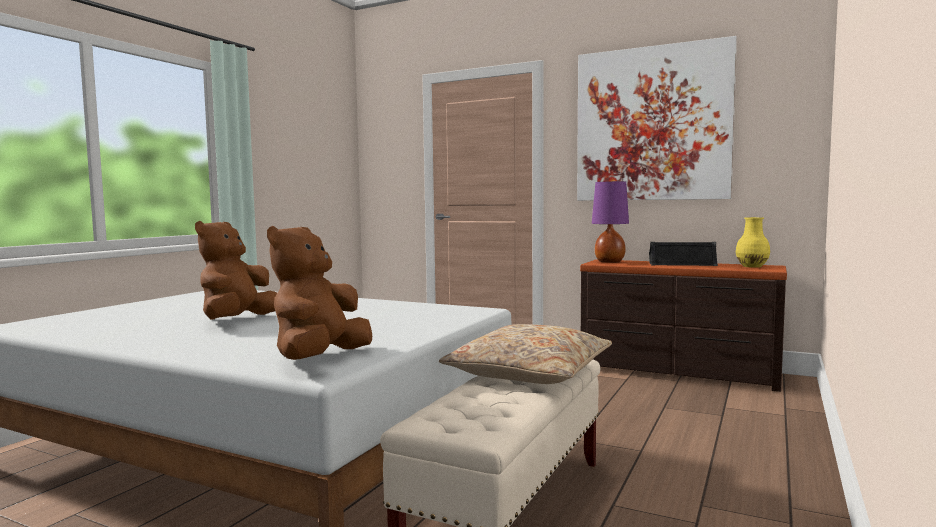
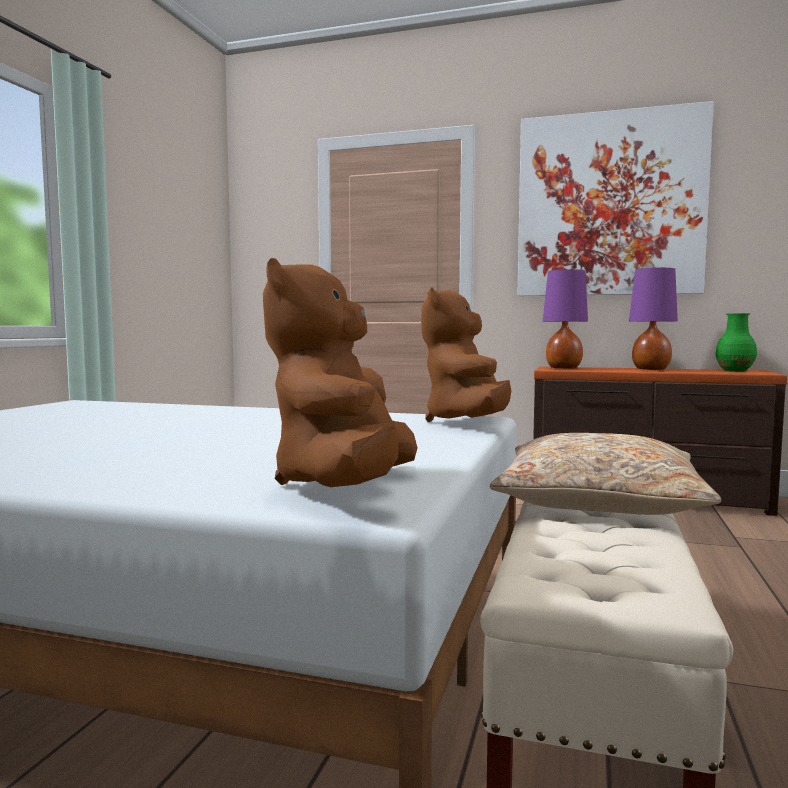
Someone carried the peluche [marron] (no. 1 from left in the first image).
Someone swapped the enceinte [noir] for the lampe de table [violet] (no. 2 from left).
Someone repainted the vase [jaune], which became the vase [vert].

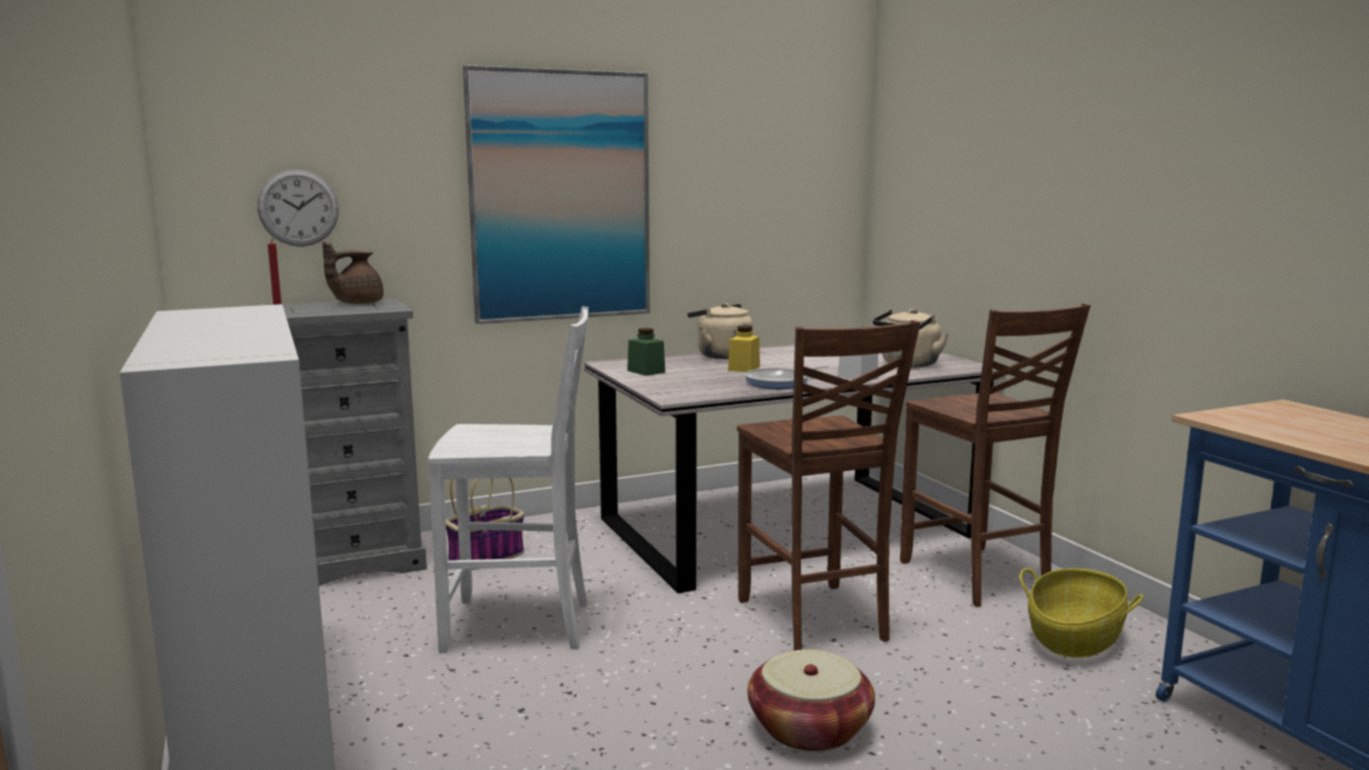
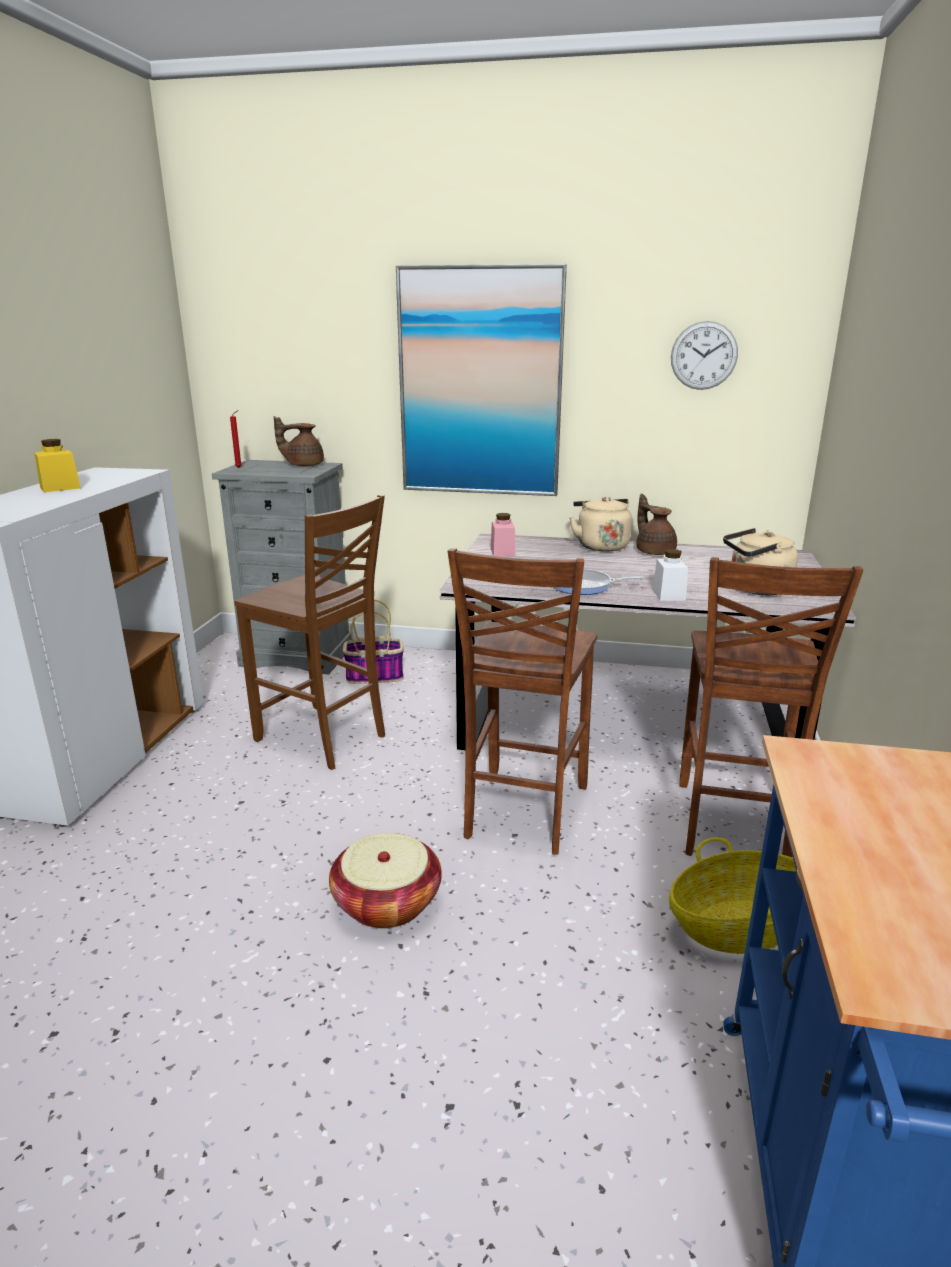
Someone carried the bocal [jaune].
Someone repainted the chaise [blanc], which became the chaise [marron] (no. 1 from left).
Someone repainted the bocal [vert], which became the bocal [rose].
Someone put down the théière [marron] (no. 2 from left).
Someone carried the horloge murale.

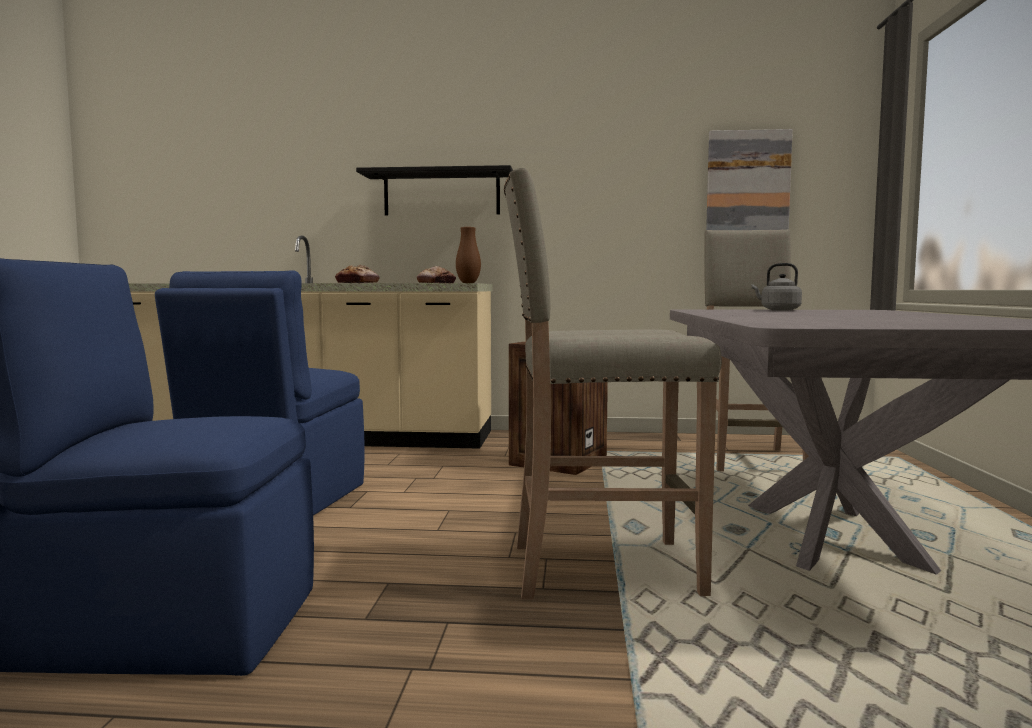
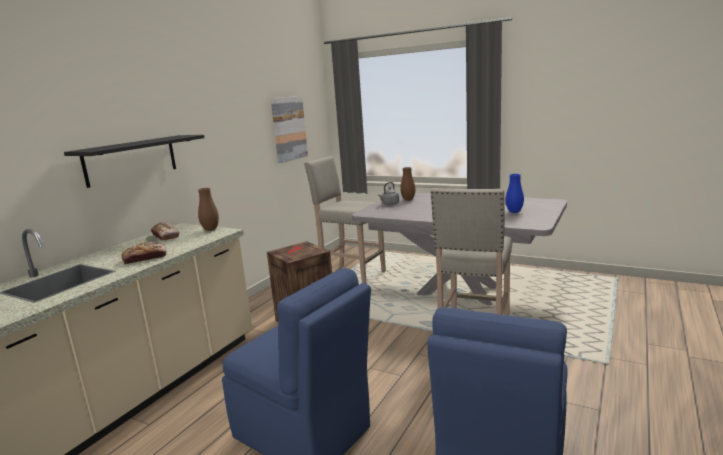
Someone put down the vase [marron] (no. 2 from left).
Someone put down the vase [bleu].

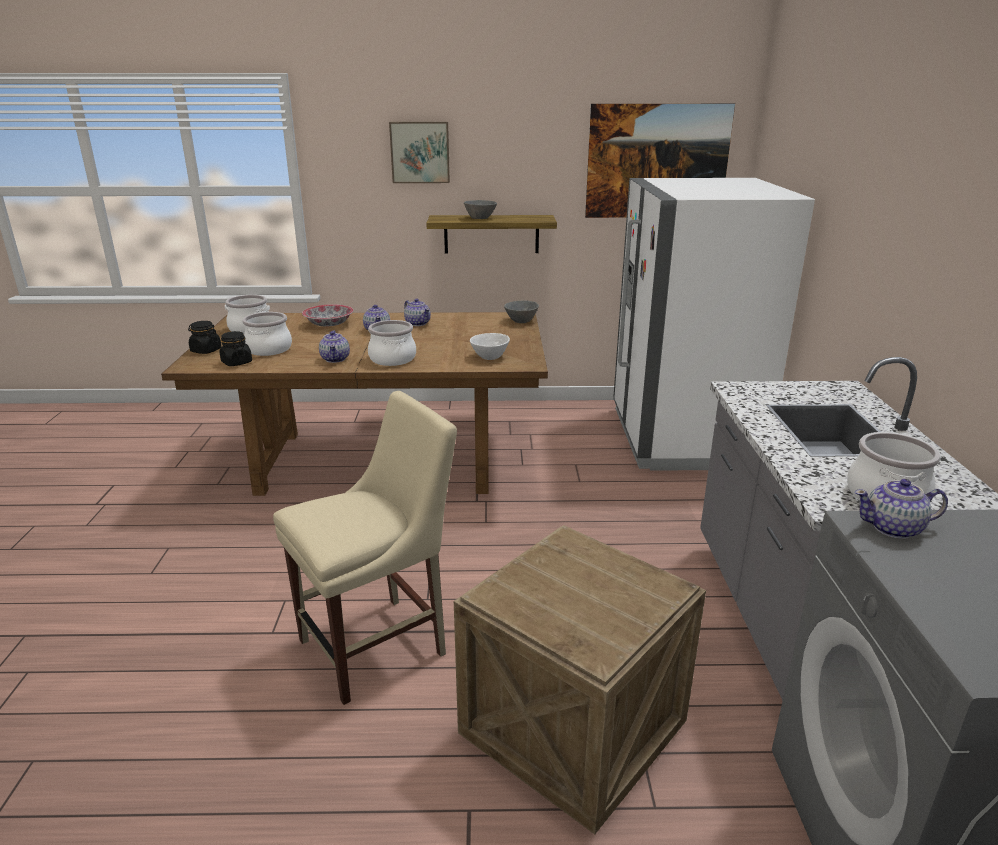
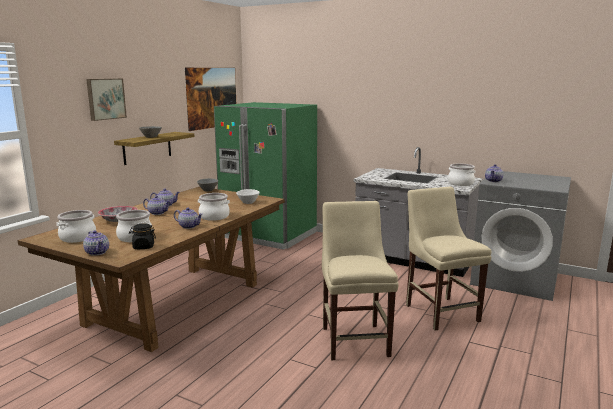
Someone swapped the bocal [noir] (no. 1 from left) for the théière (no. 1 from left).
Someone repainted the réfrigérateur [blanc], which became the réfrigérateur [vert].
Someone swapped the caisse for the chaise [beige] (no. 2 from left).

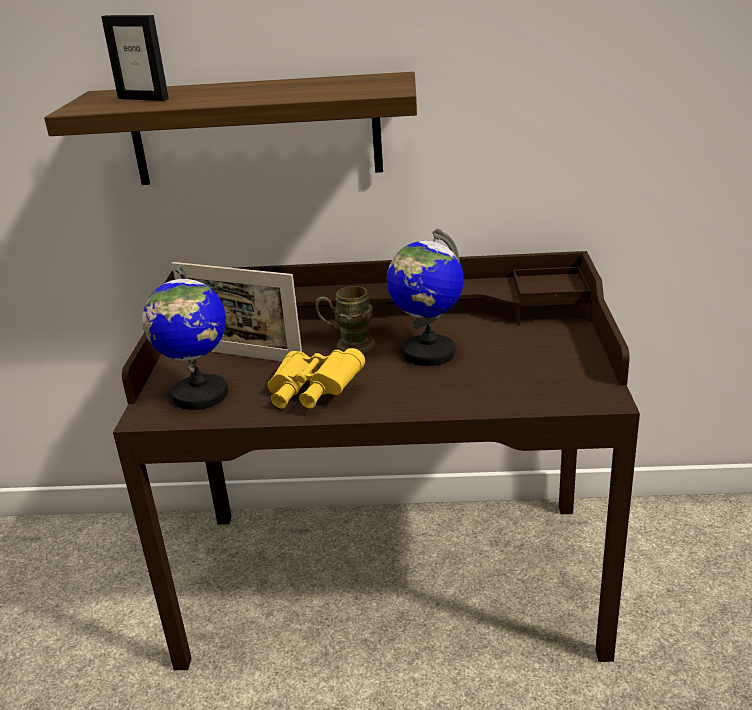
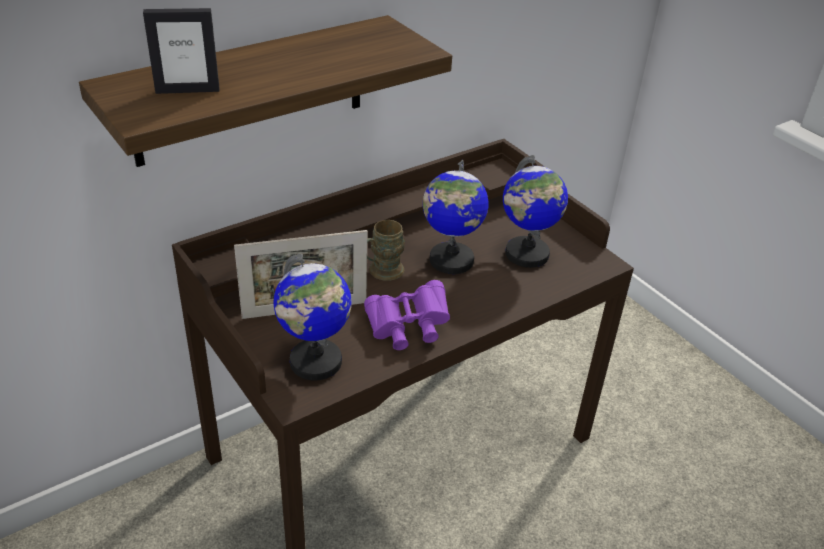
Someone repainted the jumelles [jaune], which became the jumelles [violet].
Someone put down the globe (no. 3 from left).

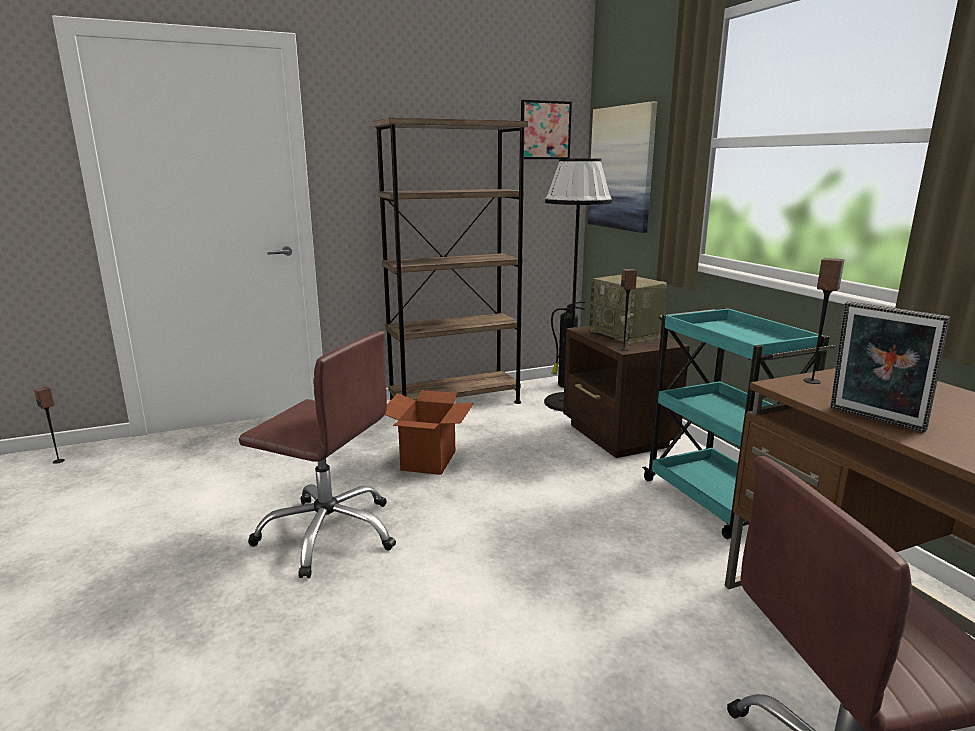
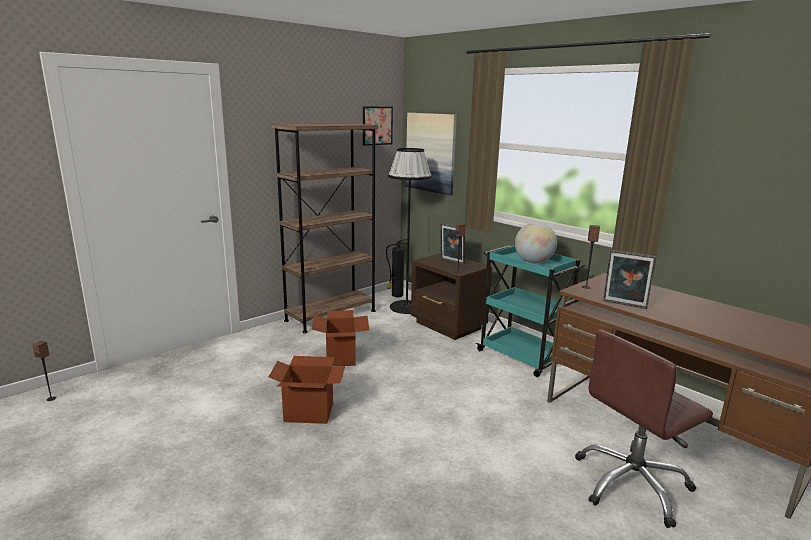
Someone swapped the chaise de bureau [marron] (no. 1 from left) for the carton (no. 1 from left).
Someone swapped the radio for the cadre photo (no. 1 from left).
Someone put down the globe.

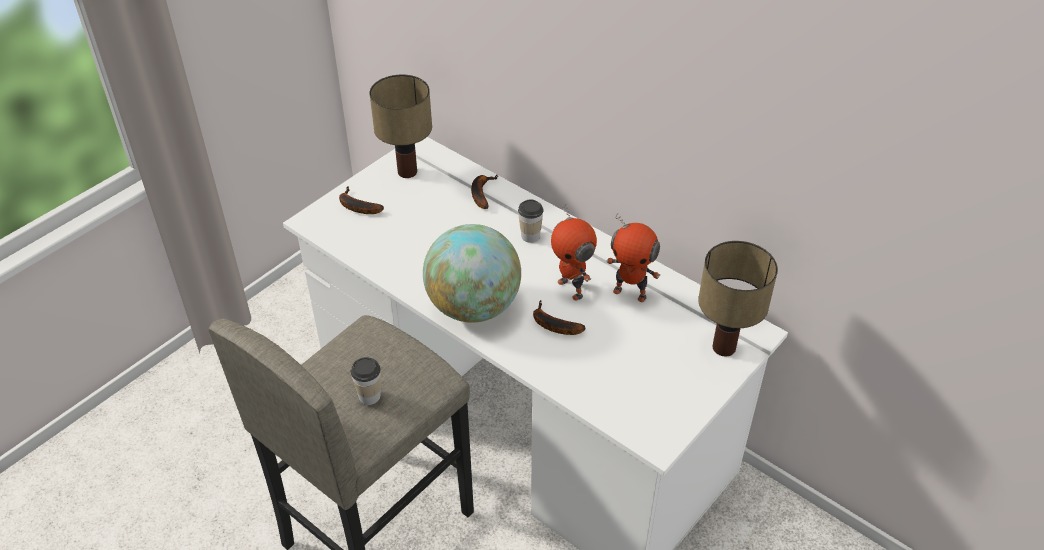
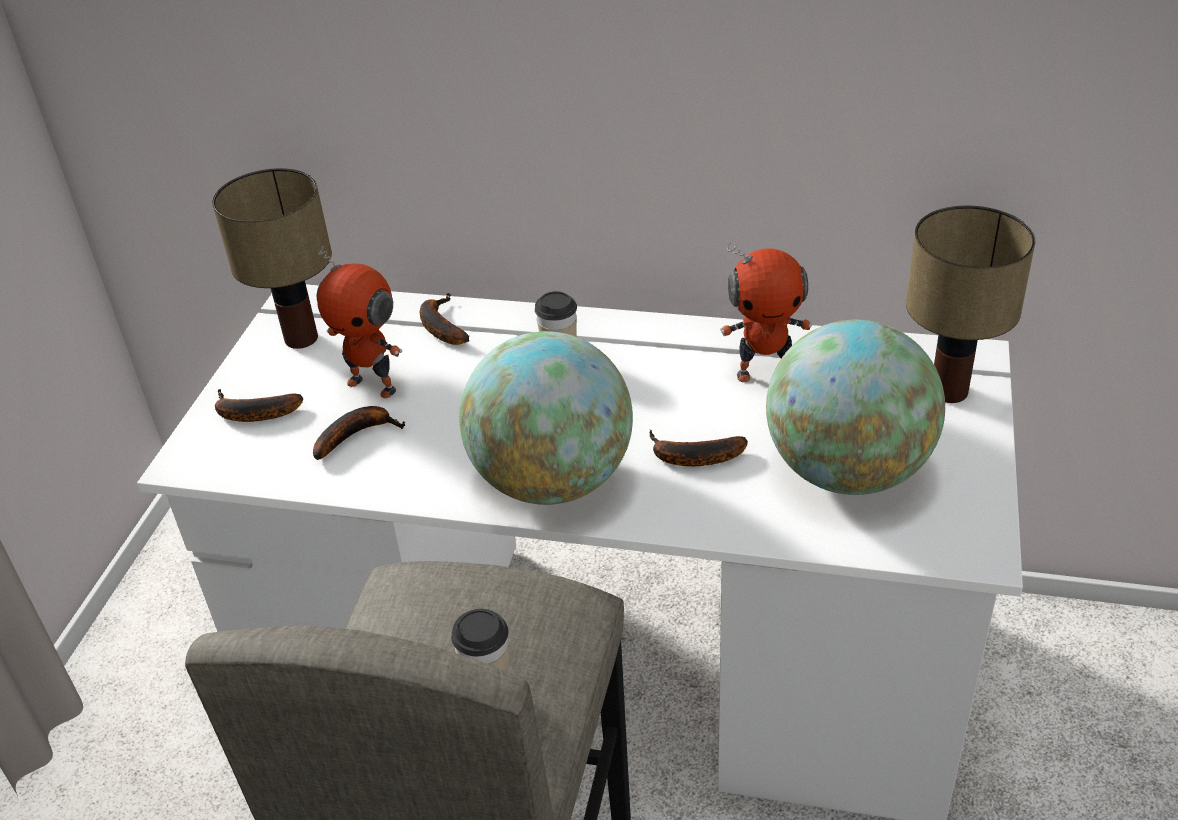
Someone put down the banane (no. 2 from left).
Someone carried the robot jouet (no. 1 from left).
Someone put down the globe (no. 2 from left).

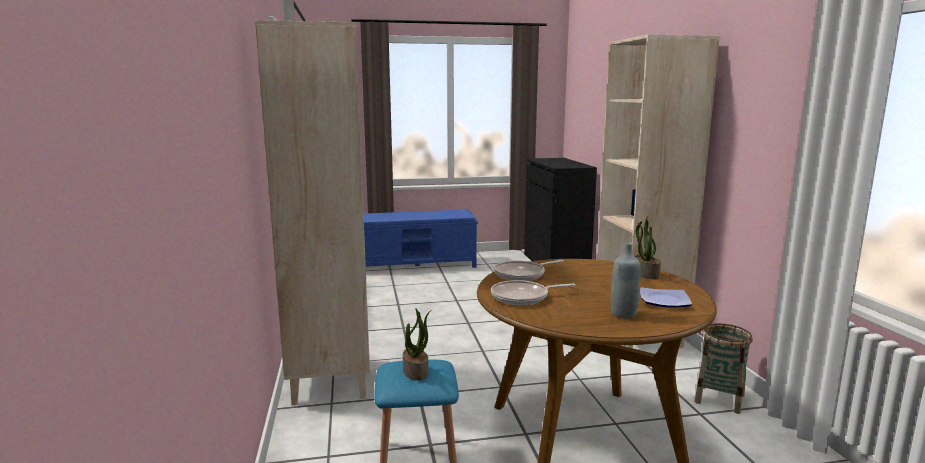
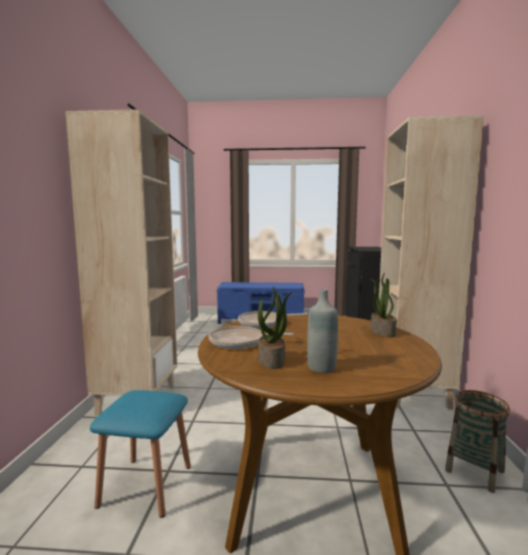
Someone carried the plante en pot (no. 1 from left).
Someone took away the assiette.

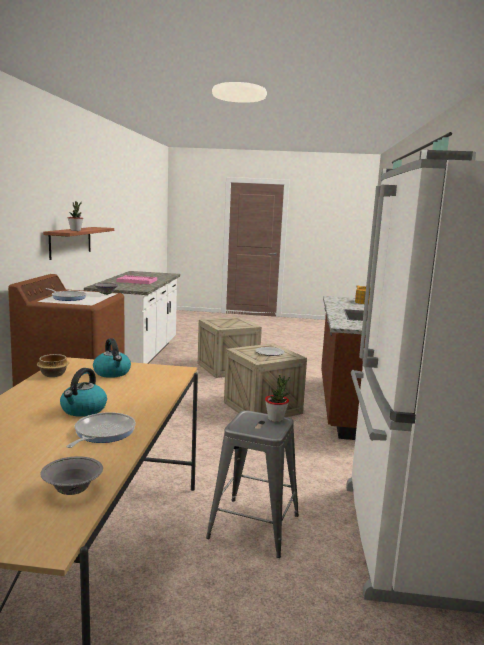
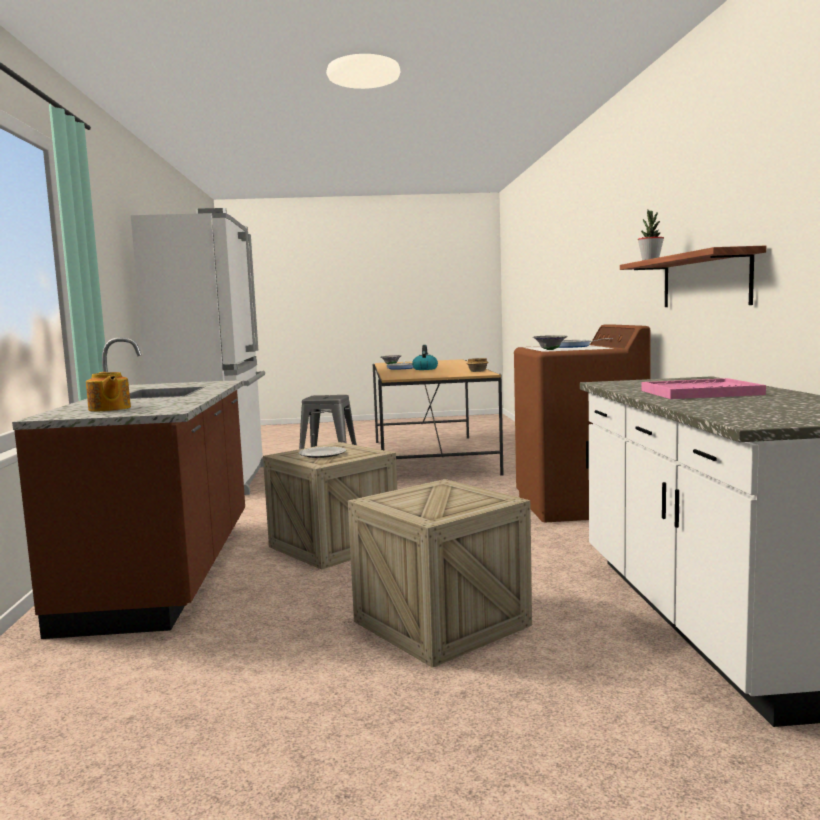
Someone took away the bouilloire (no. 2 from left).
Someone took away the plante en pot (no. 2 from left).

